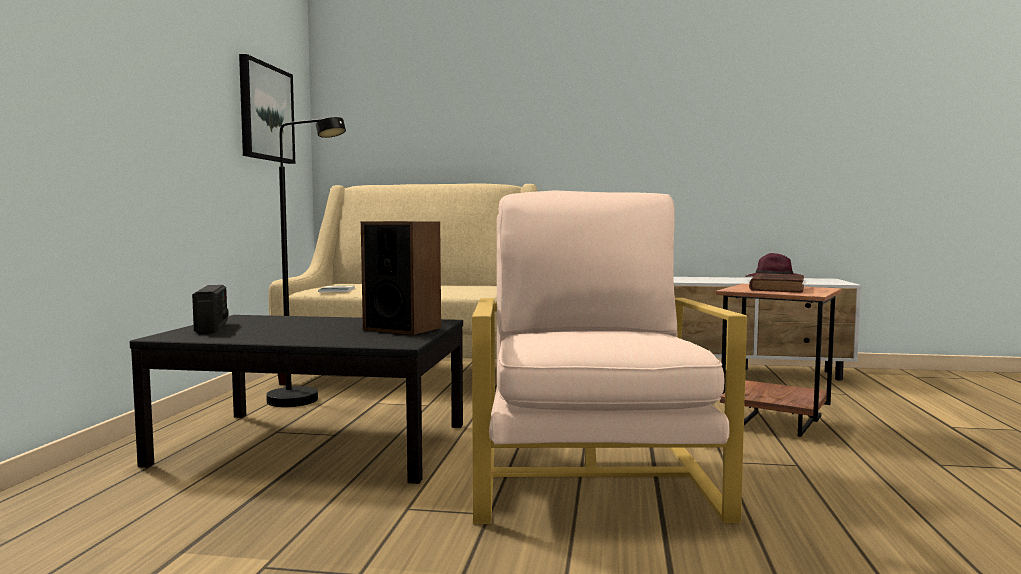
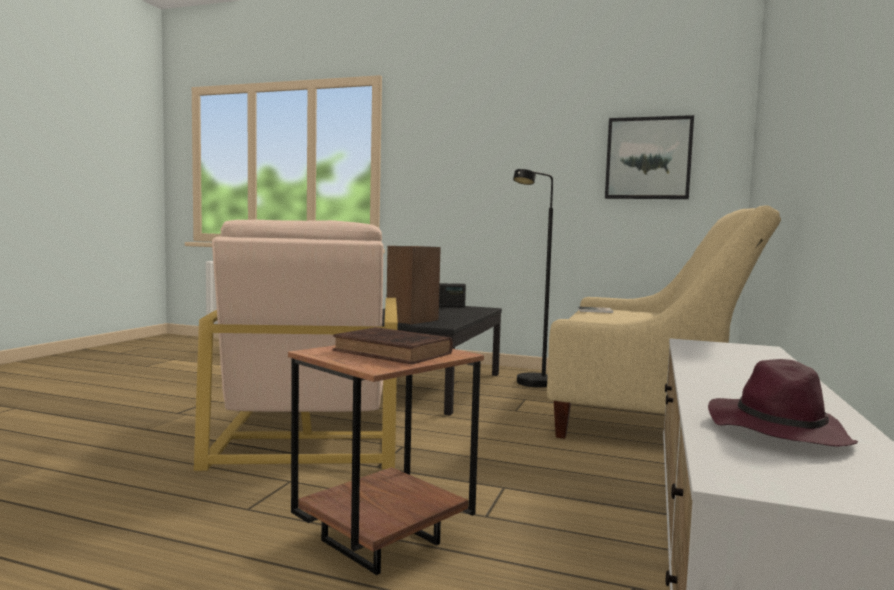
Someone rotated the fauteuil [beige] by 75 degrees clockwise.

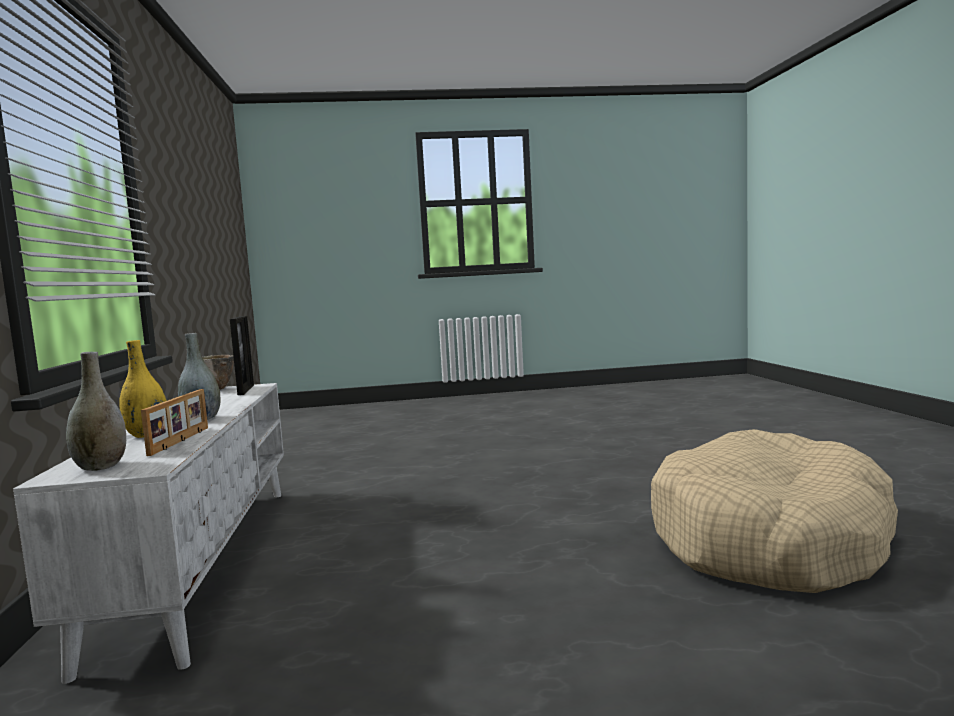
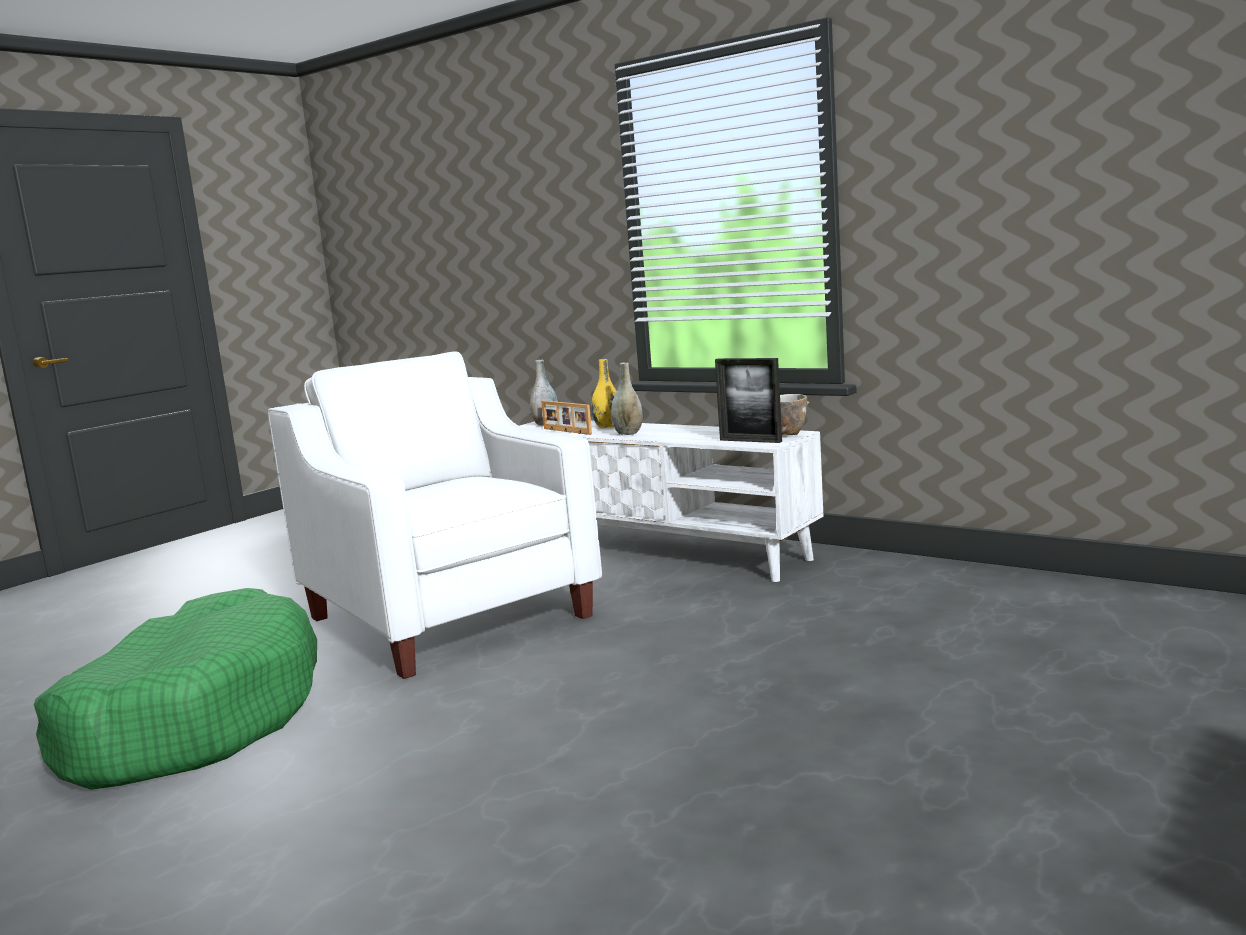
Someone repainted the panier pour chien [beige], which became the panier pour chien [vert].
Someone put down the fauteuil [blanc].

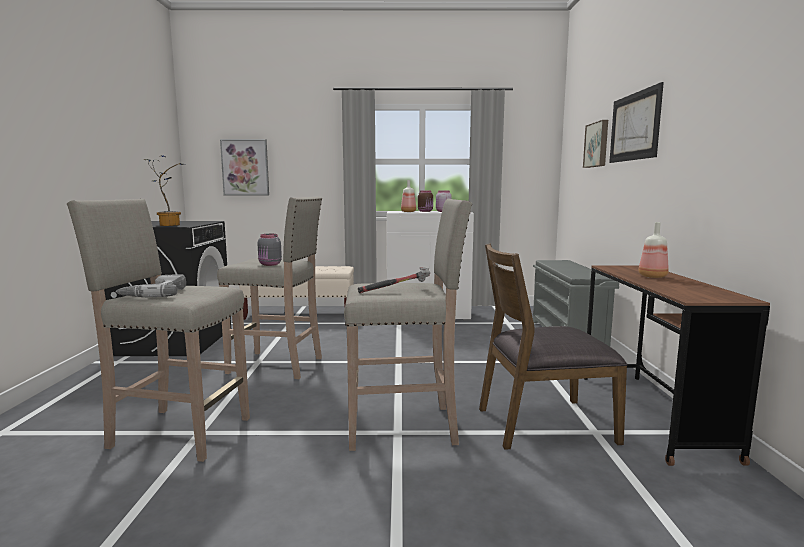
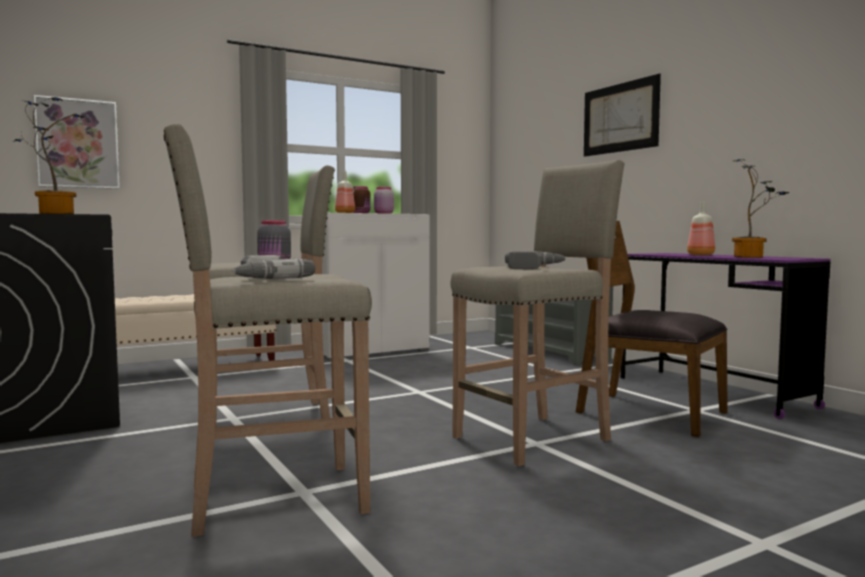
Someone swapped the marteau for the perceuse (no. 2 from left).
Someone rotated the chaise [marron] by 75 degrees clockwise.
Someone repainted the bureau [marron], which became the bureau [violet].
Someone put down the plante en pot (no. 2 from left).
Someone took away the tableau (no. 2 from left).

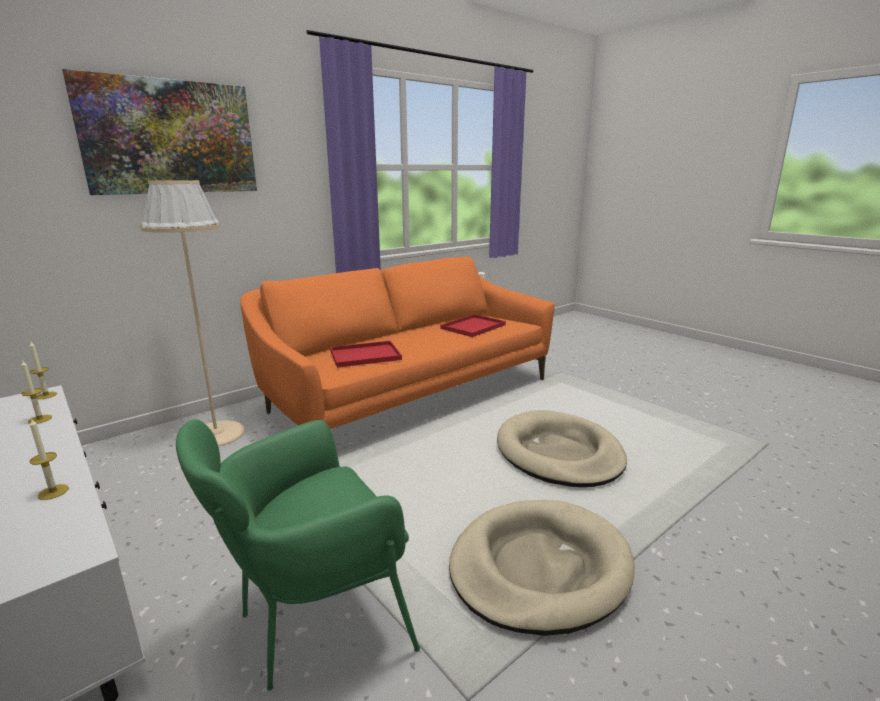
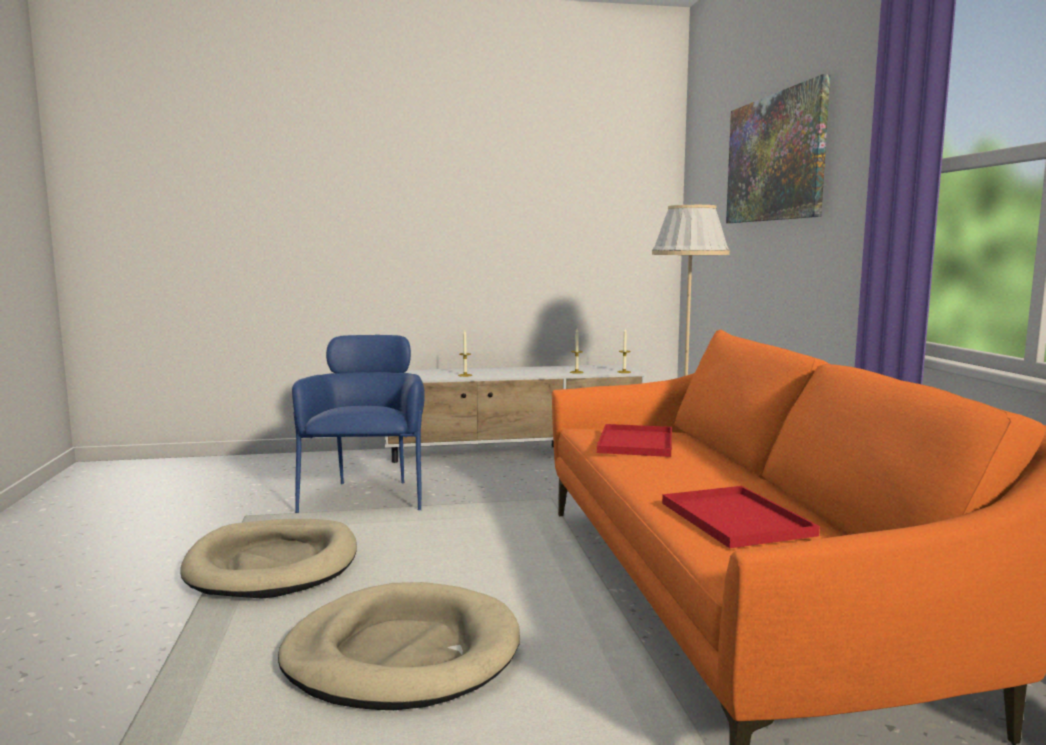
Someone repainted the fauteuil [vert], which became the fauteuil [bleu].

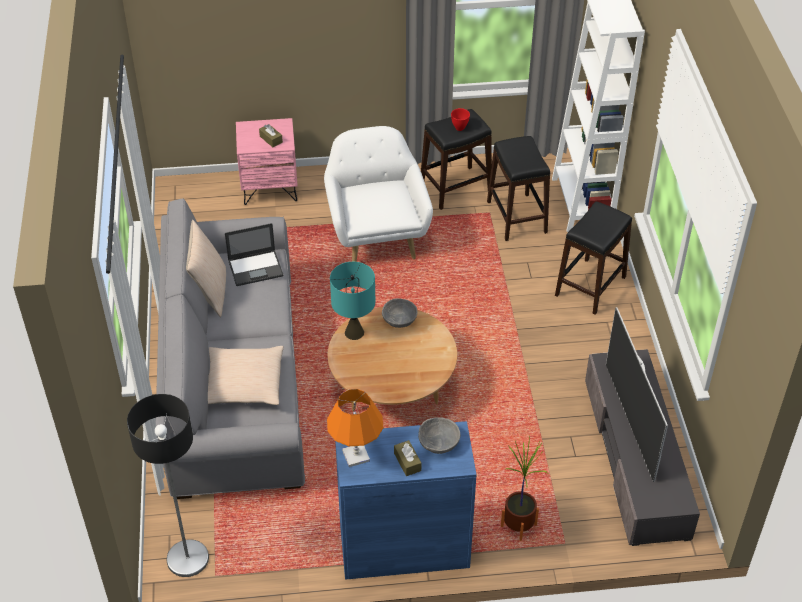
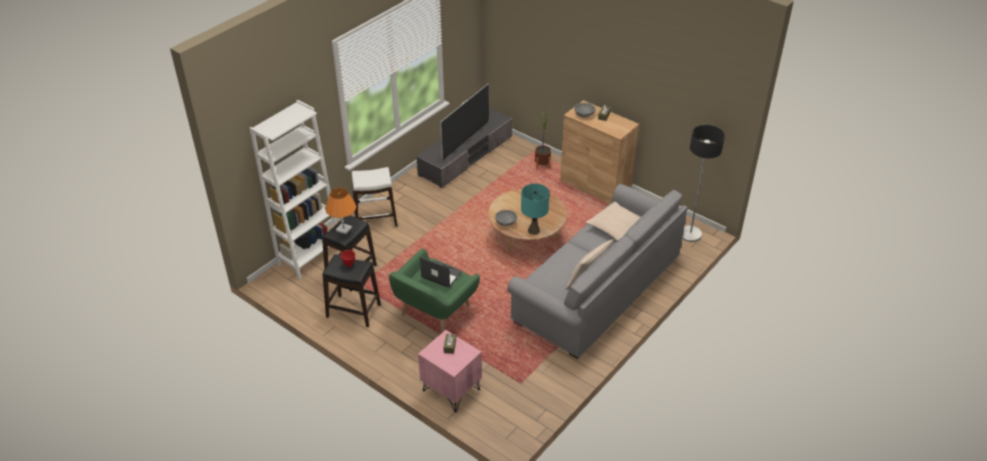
Someone carried the lampe de table [orange].
Someone repainted the tabouret [noir] (no. 3 from left), which became the tabouret [blanc].
Someone repainted the fauteuil [blanc], which became the fauteuil [vert].
Someone carried the ordinateur portable.
Someone repainted the meuble de rangement [bleu], which became the meuble de rangement [marron].

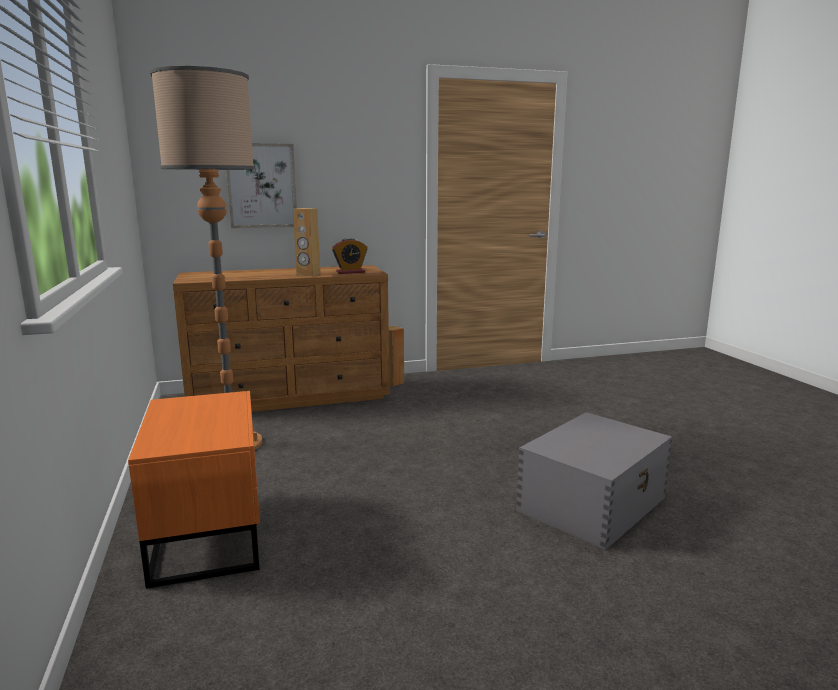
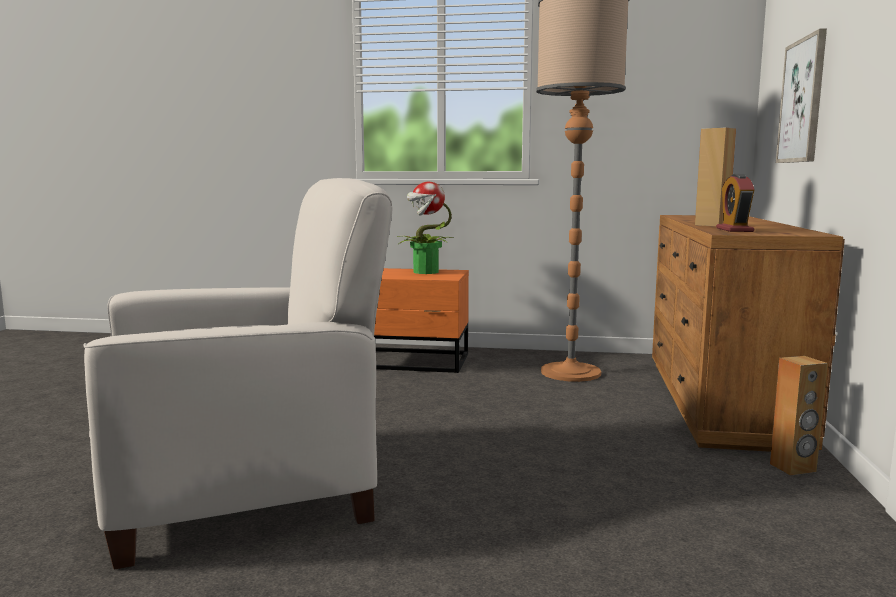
Someone swapped the boîte de rangement [gris] for the fauteuil [blanc].
Someone put down the plante en pot.

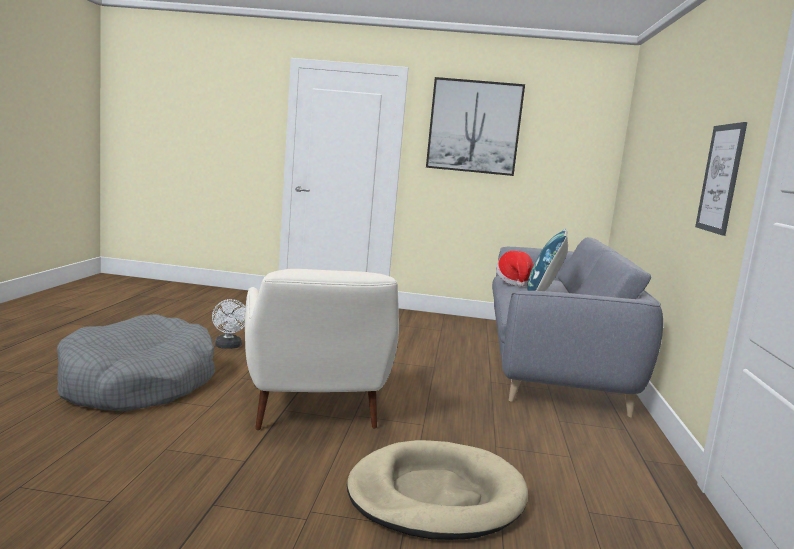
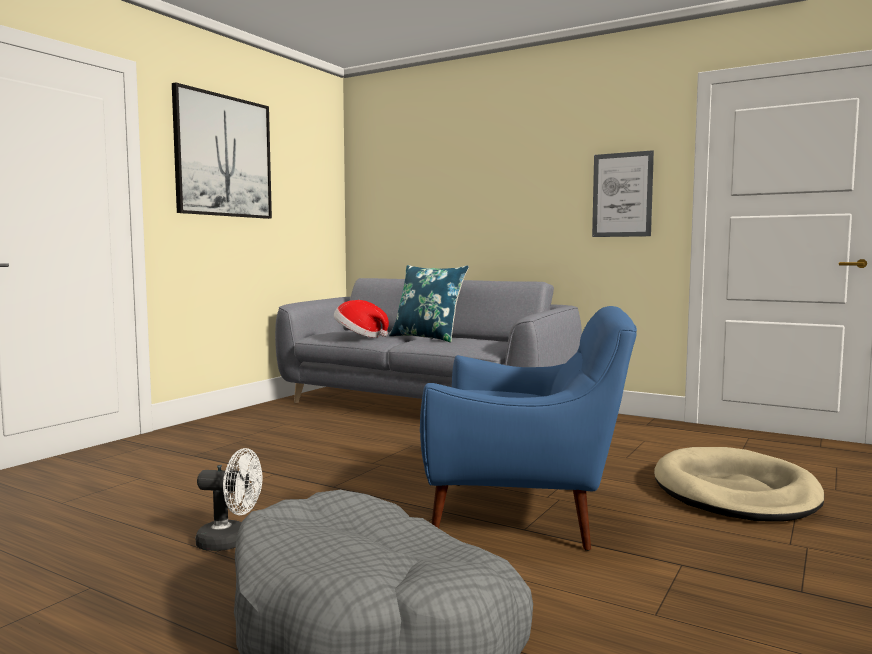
Someone repainted the fauteuil [blanc], which became the fauteuil [bleu].

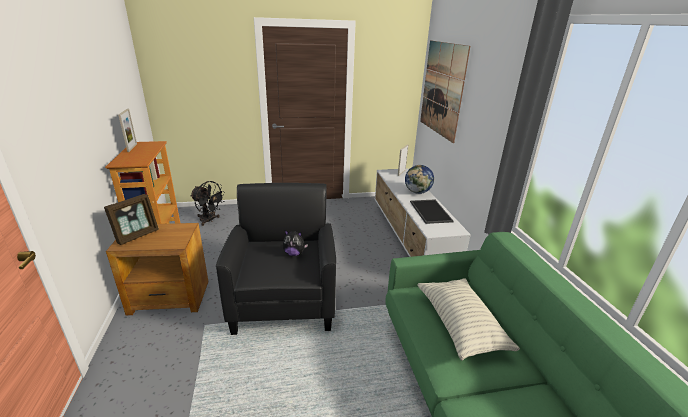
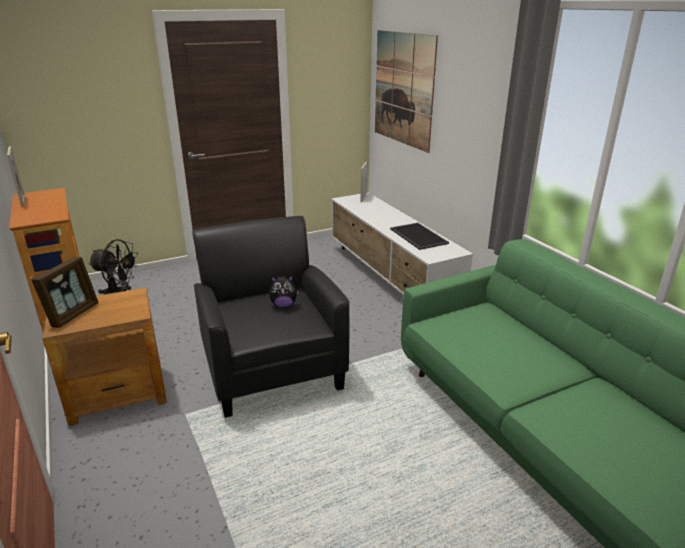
Someone took away the globe.
Someone took away the coussin.

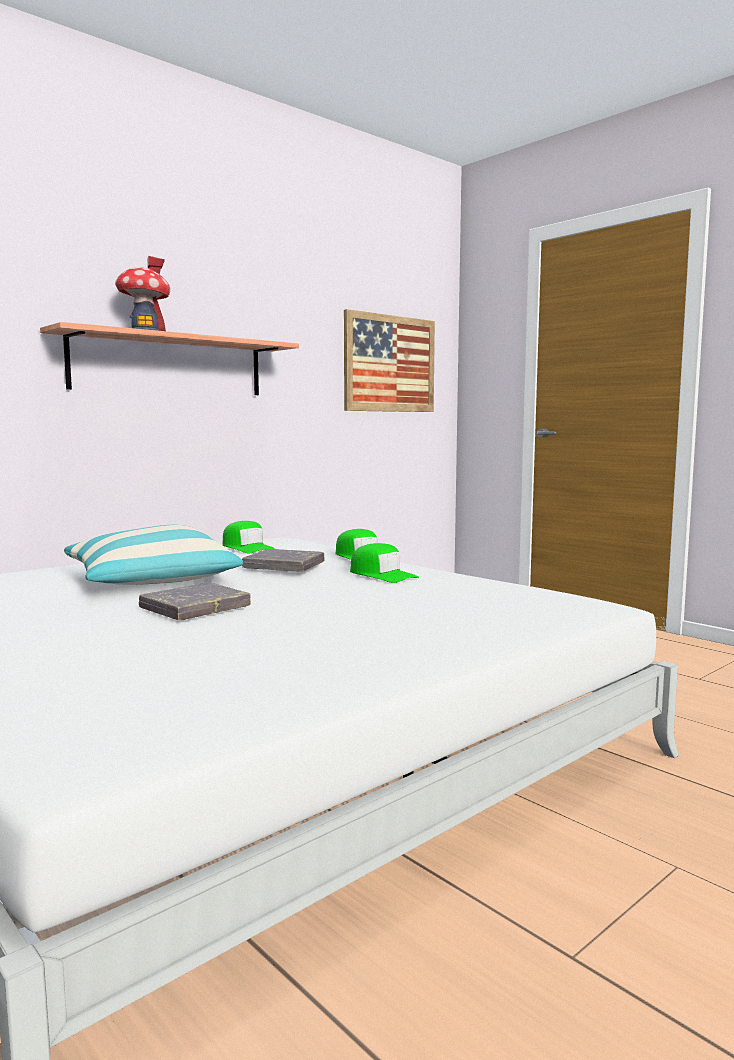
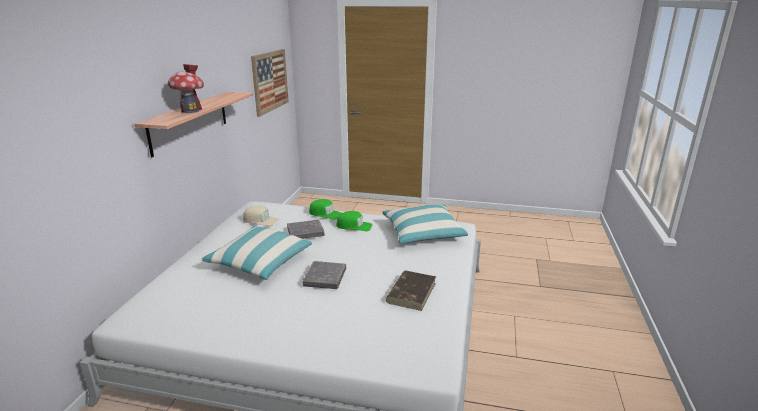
Someone repainted the casquette [vert] (no. 1 from left), which became the casquette [beige].
Someone put down the coussin (no. 2 from left).
Someone put down the livre [marron].

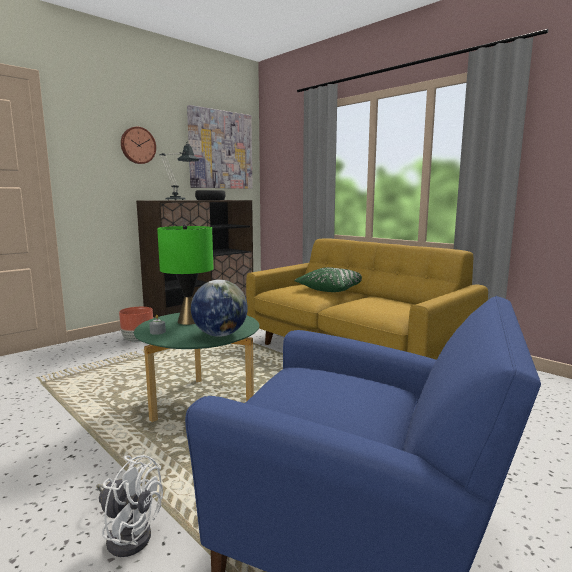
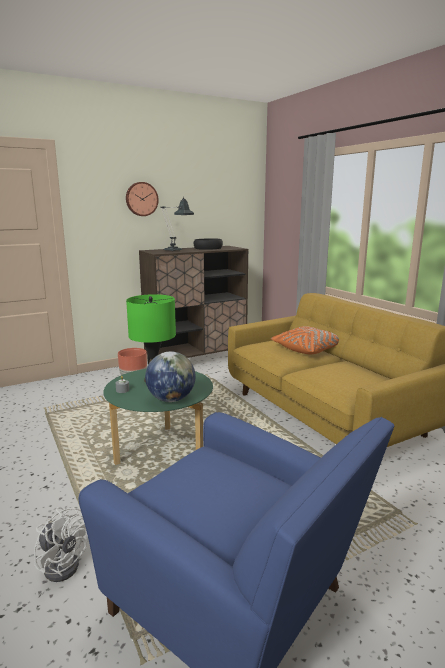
Someone repainted the coussin [vert], which became the coussin [orange].
Someone took away the tableau.

